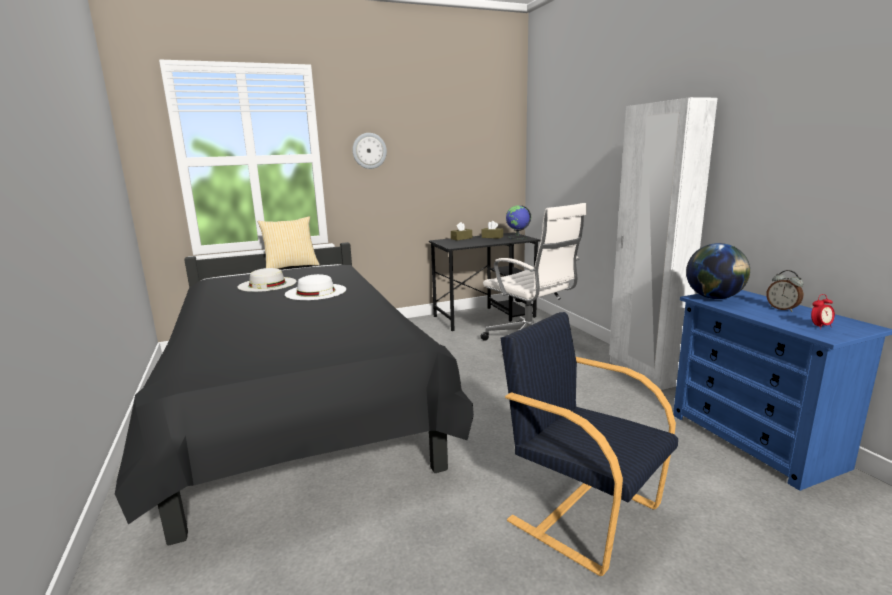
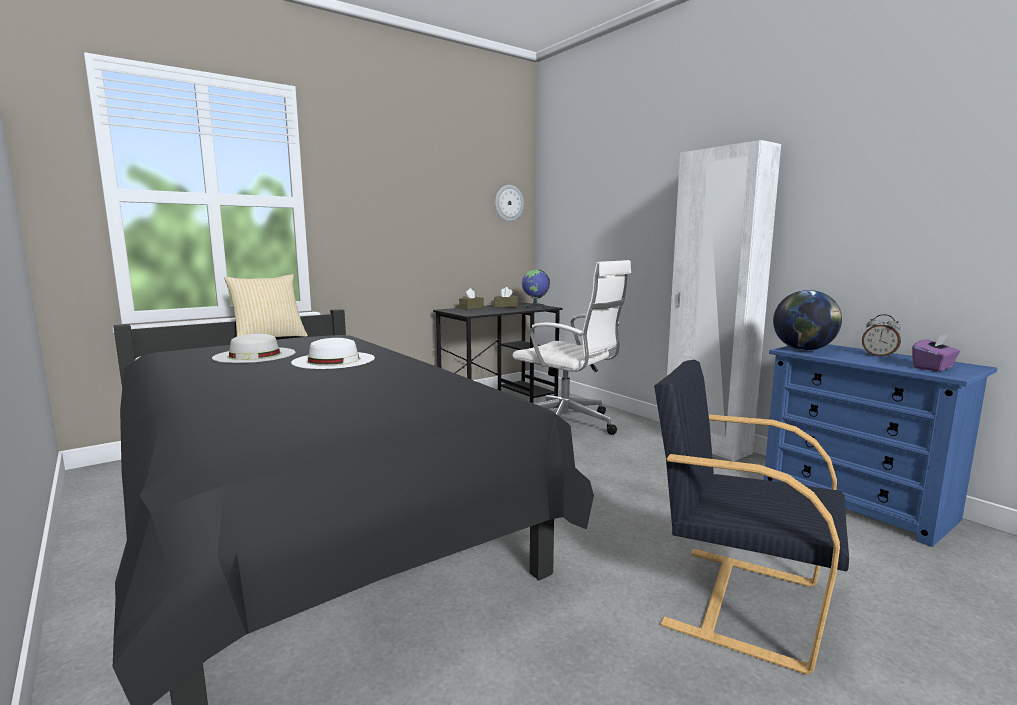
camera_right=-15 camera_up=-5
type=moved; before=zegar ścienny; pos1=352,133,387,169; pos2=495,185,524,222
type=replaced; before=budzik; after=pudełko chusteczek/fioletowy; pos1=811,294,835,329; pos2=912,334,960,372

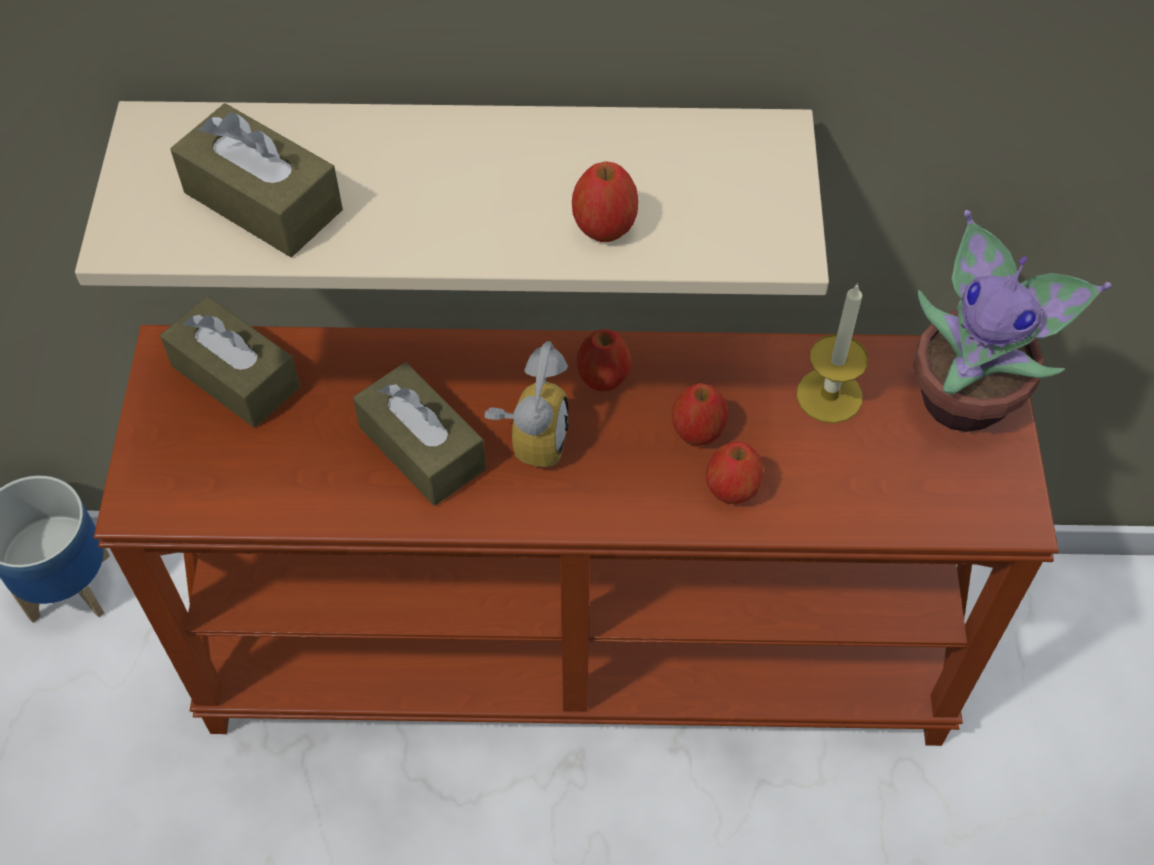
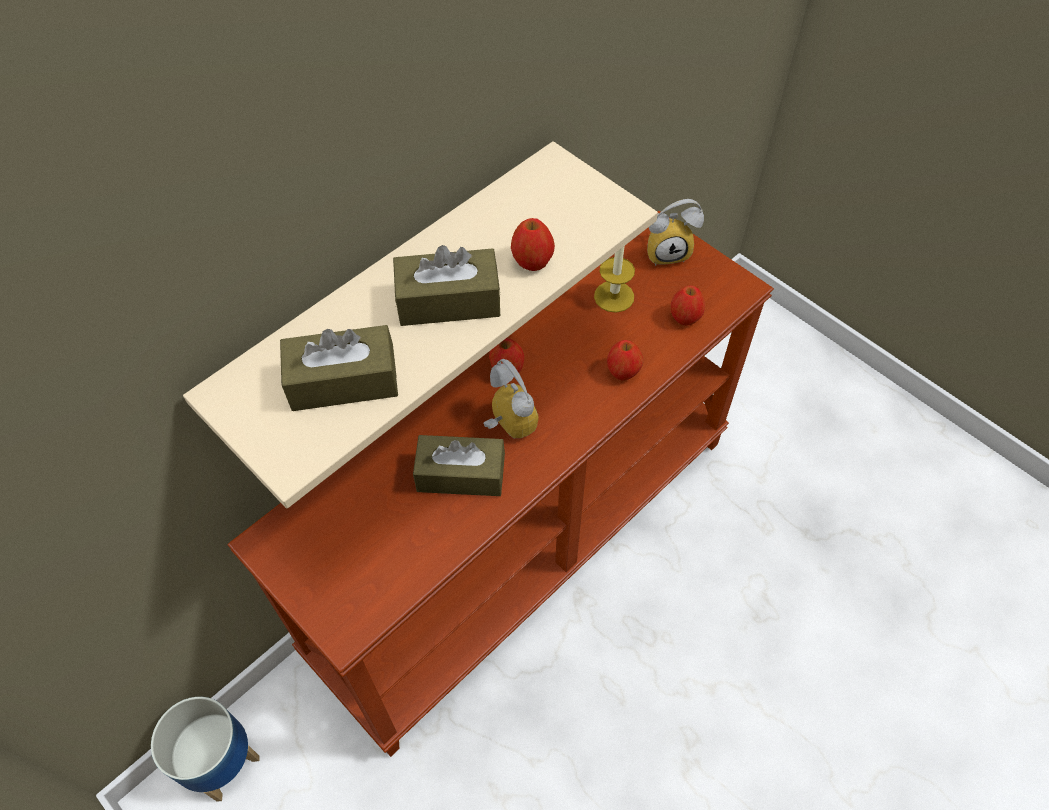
camera_right=-45 camera_up=0
type=replaced; before=roślina doniczkowa; after=budzik; pos1=913,210,1112,432; pos2=647,199,704,266
type=moved; before=pudełko chusteczek/brązowy; pos1=160,296,300,428; pos2=393,245,501,326
type=moved; before=jabłko; pos1=672,383,728,446; pos2=671,286,705,326

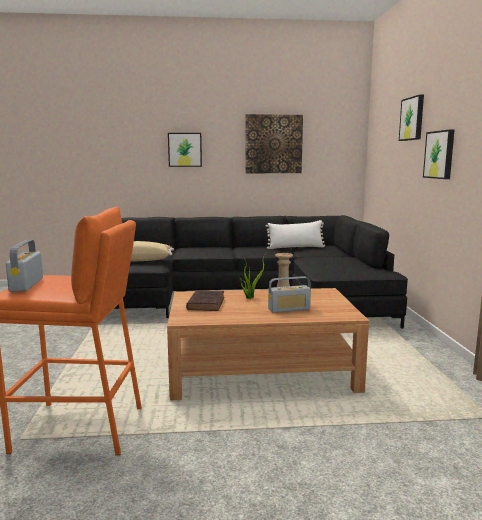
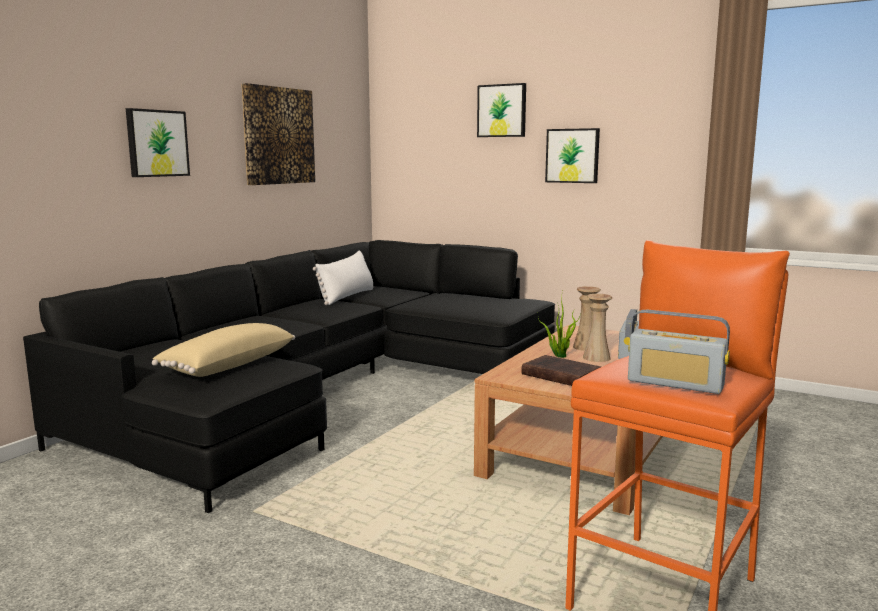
camera_right=-55 camera_up=0
type=added; after=wazon/beżowy; pos2=583,294,612,362

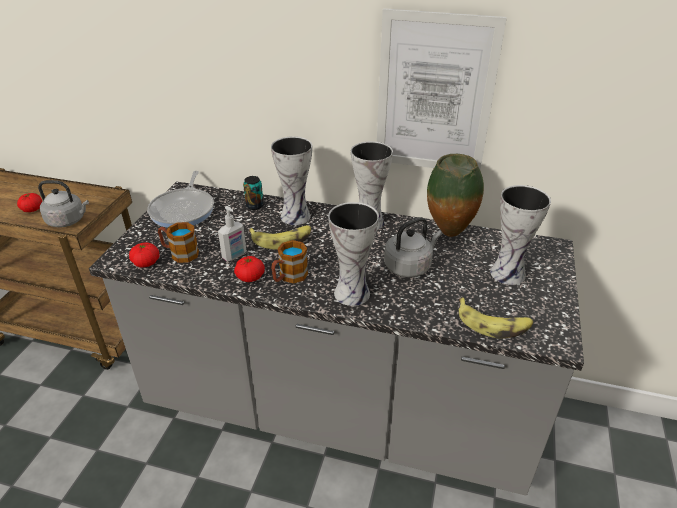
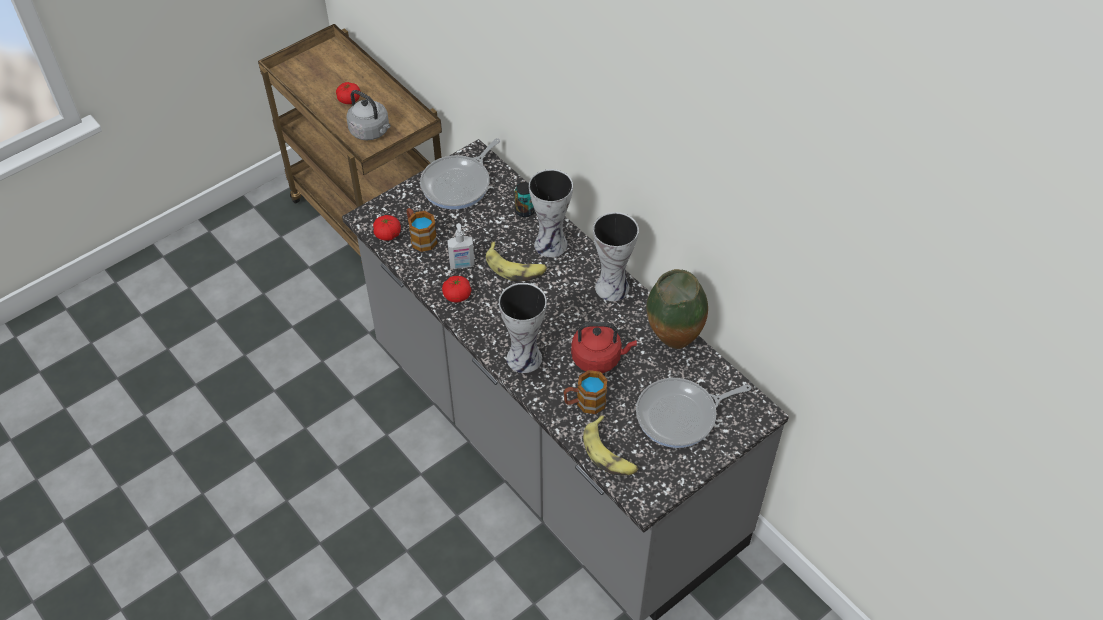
camera_right=35 camera_up=15
type=removed; before=obraz; pos1=377,8,507,170
type=replaced; before=wazon; after=patelnia; pos1=490,185,551,285; pos2=636,378,751,448
type=recoloured; before=czajnik/szary; after=czajnik/czerwony; pos1=384,217,442,277; pos2=571,322,637,373
type=moved; before=kubek; pos1=271,240,308,283; pos2=564,370,608,414

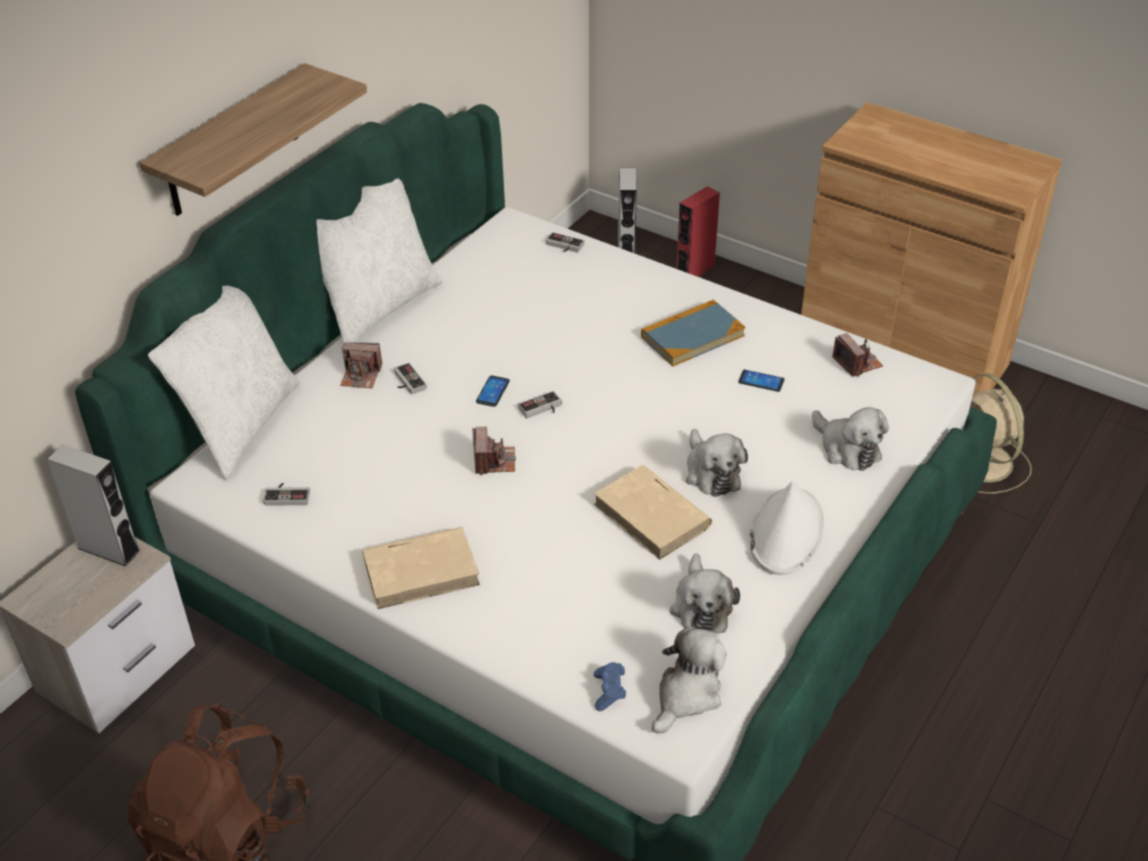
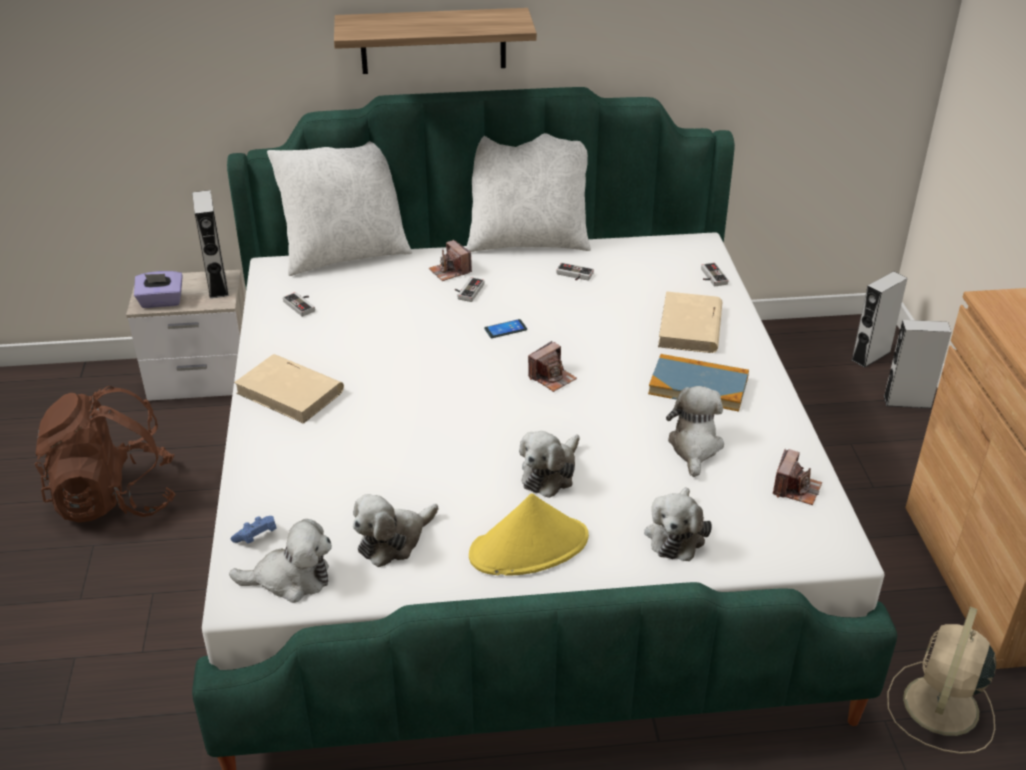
camera_right=50 camera_up=-5
type=recoloured; before=głośnik/czerwony; after=głośnik/szary; pos1=676,186,720,277; pos2=883,320,951,408
type=replaced; before=telefon; after=pluszak; pos1=738,369,785,392; pos2=666,386,724,477
type=moved; before=pad do gier; pos1=518,391,562,418; pos2=557,263,594,281
type=moved; before=aparat fotograficzny; pos1=472,427,516,475; pos2=528,341,577,392
type=moved; before=książka/beżowy; pos1=594,465,712,560; pos2=658,291,722,353
type=recoloured; before=kapelusz/biały; after=kapelusz/żółty; pos1=749,481,824,575; pos2=469,494,589,576
type=added; after=pudełko chusteczek/fioletowy; pos2=134,271,183,308

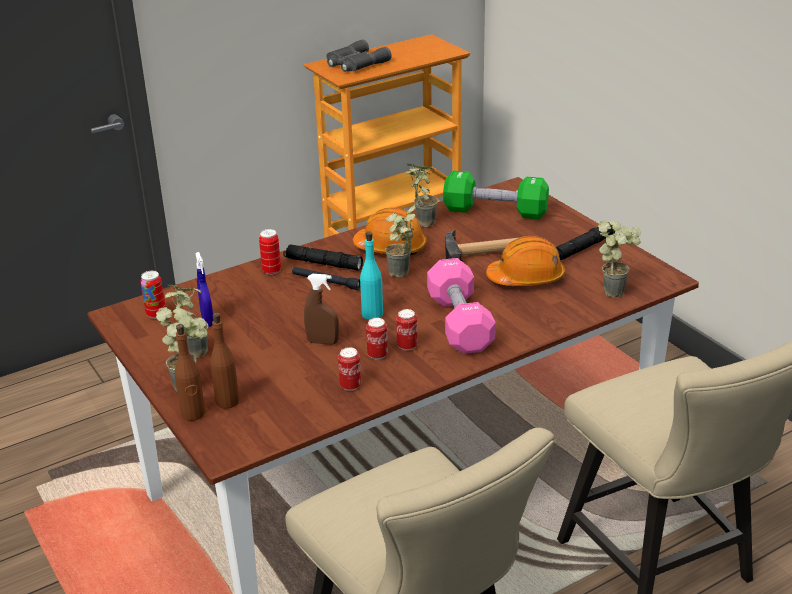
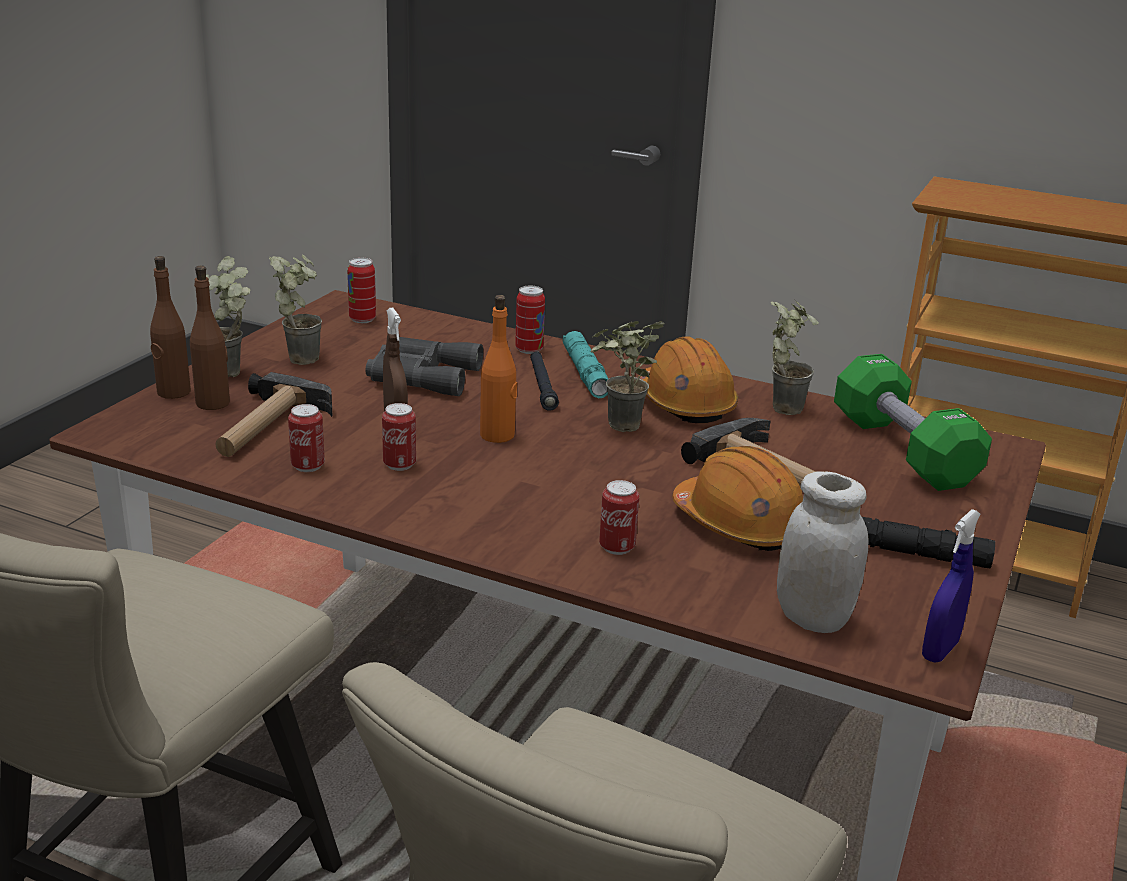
camera_right=55 camera_up=-5
type=moved; before=lornetka/szary; pos1=327,39,392,72; pos2=366,337,483,396
type=replaced; before=roślina doniczkowa; after=słoik/biały; pos1=598,220,641,298; pos2=777,471,869,633
type=recoloured; before=butelka/turkusowy; after=butelka/pomarańczowy; pos1=360,231,383,320; pos2=480,295,517,443
type=recoloured; before=latarka/czarny; after=latarka/turkusowy; pos1=283,244,363,270; pos2=563,331,608,398
type=moved; before=spryskiwacz/niebieski; pos1=195,252,214,327; pos2=922,509,981,663
type=removed; before=hantel/różowy; pos1=427,258,496,354
type=moved; before=puszka; pos1=396,309,418,351; pos2=599,480,639,555
type=added; after=młotek; pos2=216,372,332,457

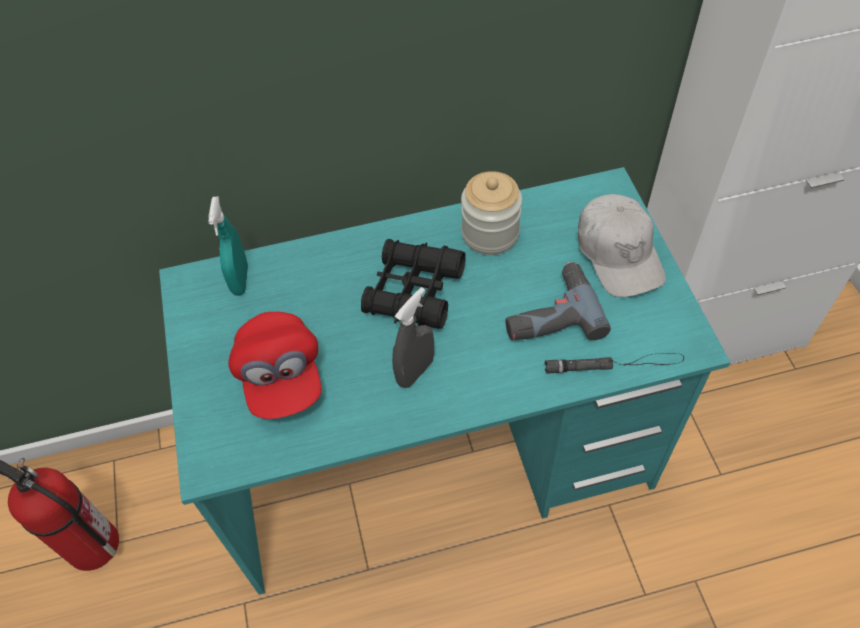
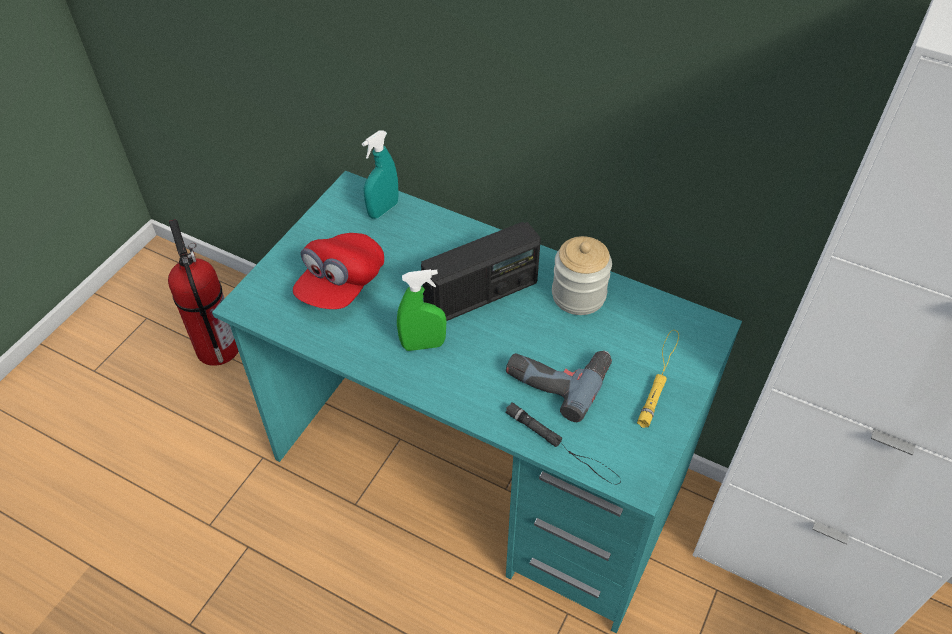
camera_right=40 camera_up=-5
type=replaced; before=czapka z daszkiem/biały; after=latarka/żółty; pos1=578,194,666,297; pos2=637,330,679,428
type=replaced; before=lornetka/czarny; after=radio; pos1=361,239,466,329; pos2=421,222,541,321
type=recoloured; before=spryskiwacz/szary; after=spryskiwacz/zielony; pos1=392,287,434,388; pos2=397,269,447,351

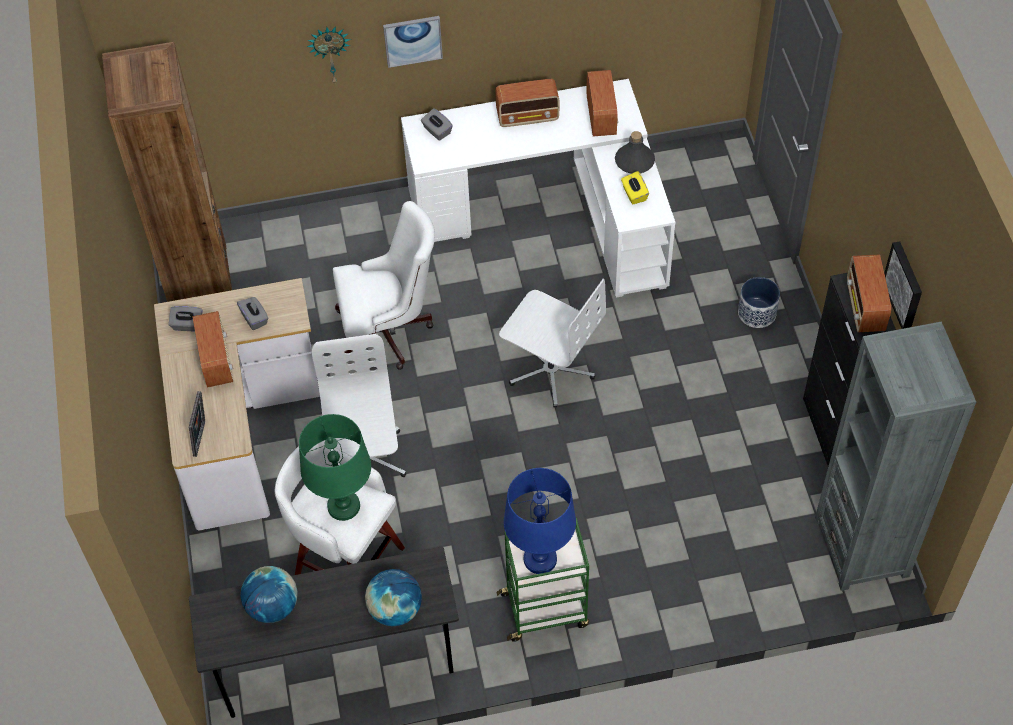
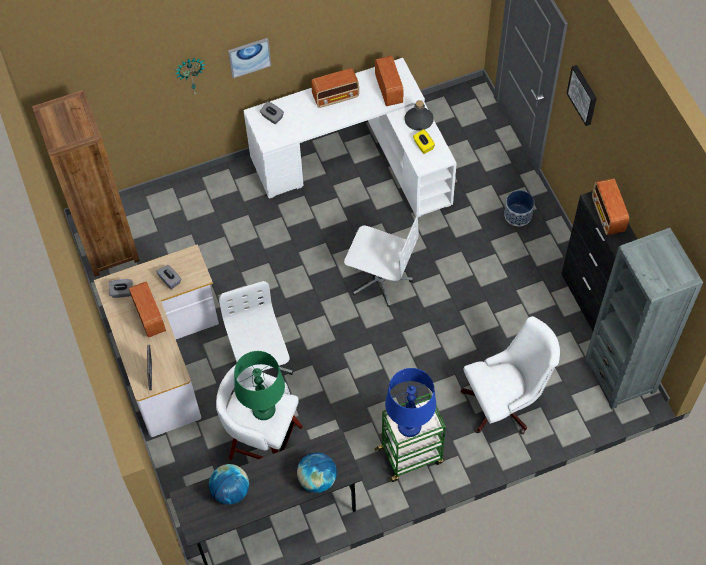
camera_right=-10 camera_up=5
type=moved; before=krzesło biurowe/biały; pos1=333,201,435,370; pos2=461,316,560,434
type=moved; before=obraz; pos1=884,241,922,329; pos2=566,65,597,126

